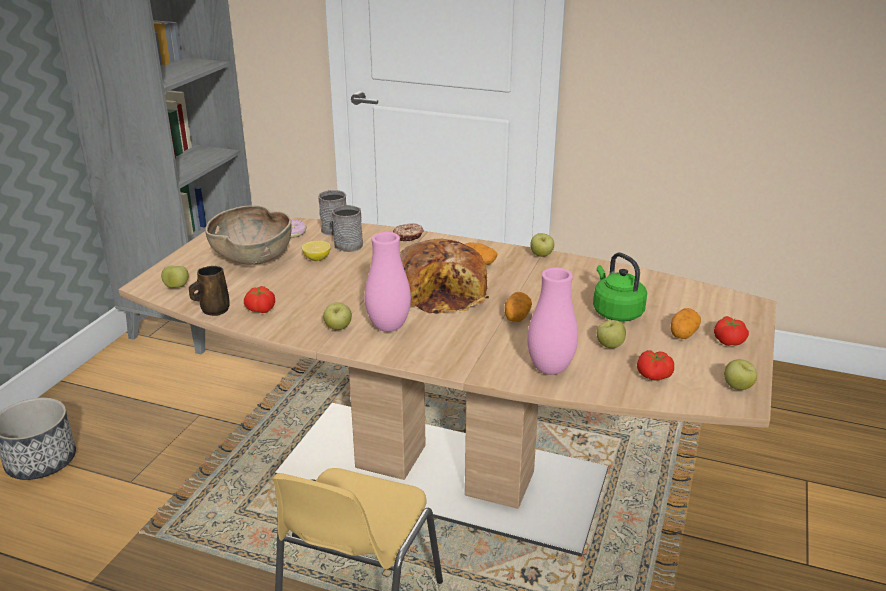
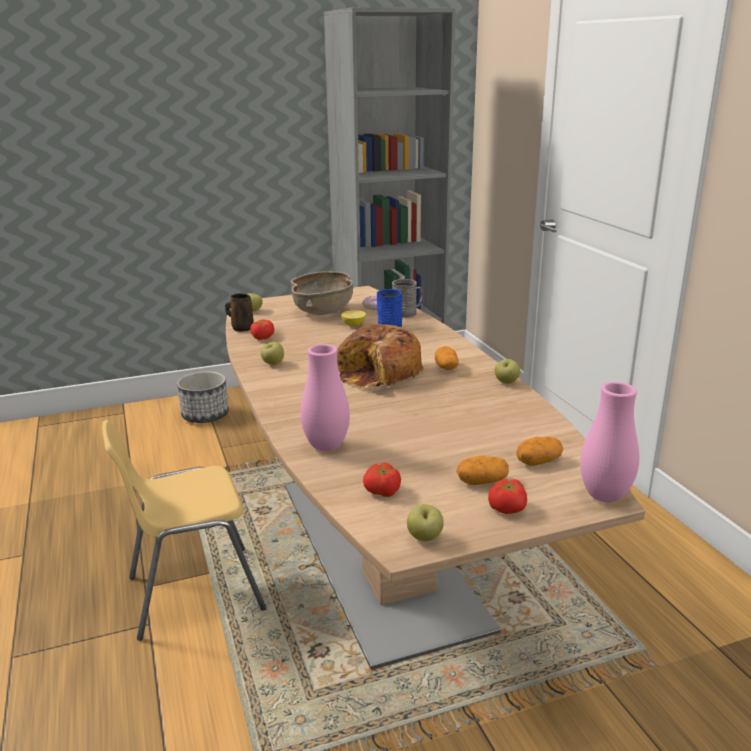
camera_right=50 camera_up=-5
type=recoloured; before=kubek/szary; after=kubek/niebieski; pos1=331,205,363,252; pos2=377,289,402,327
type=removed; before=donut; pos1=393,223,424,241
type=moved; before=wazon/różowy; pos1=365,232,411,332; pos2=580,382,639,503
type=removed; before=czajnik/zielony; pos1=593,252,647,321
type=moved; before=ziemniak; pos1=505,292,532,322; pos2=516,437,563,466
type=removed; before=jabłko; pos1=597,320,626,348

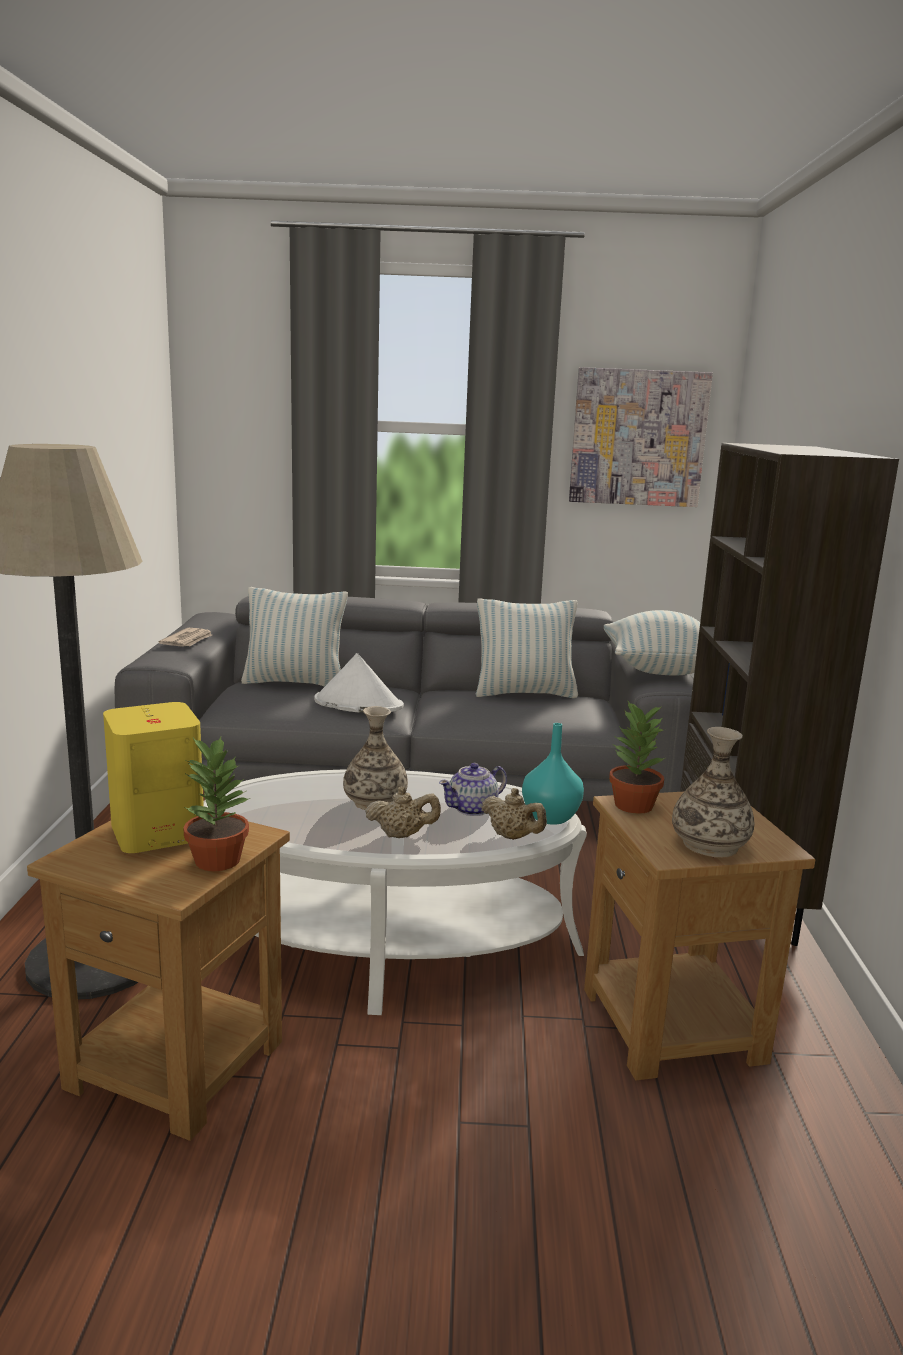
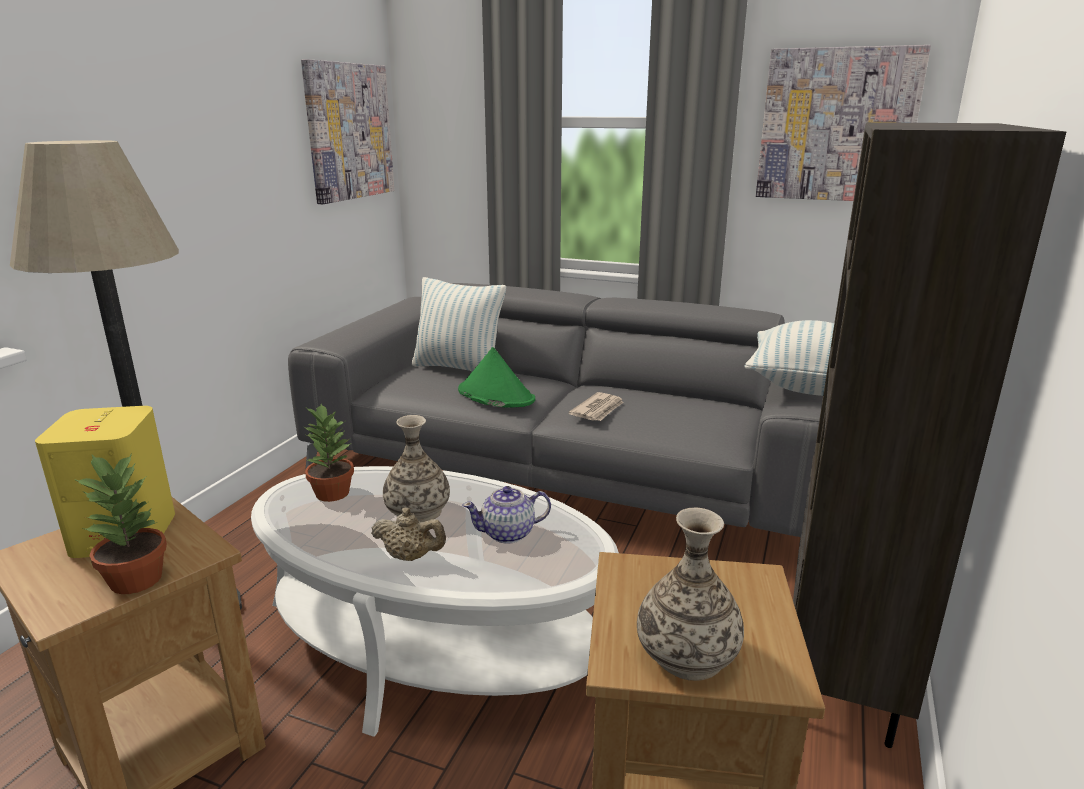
camera_right=20 camera_up=5
type=removed; before=poduszka; pos1=476,598,578,698
type=moved; before=gazeta; pos1=158,628,212,647; pos2=569,392,624,421
type=recoloured; before=kapelusz/biały; after=kapelusz/zielony; pos1=314,653,404,712; pos2=458,347,535,408
type=moved; before=roślina doniczkowa; pos1=609,701,665,814; pos2=304,404,354,502
type=removed; before=wazon/turkusowy; pos1=522,723,584,825
type=removed; before=imbryk/beżowy; pos1=481,788,547,840
type=added; after=obraz; pos2=301,59,394,204

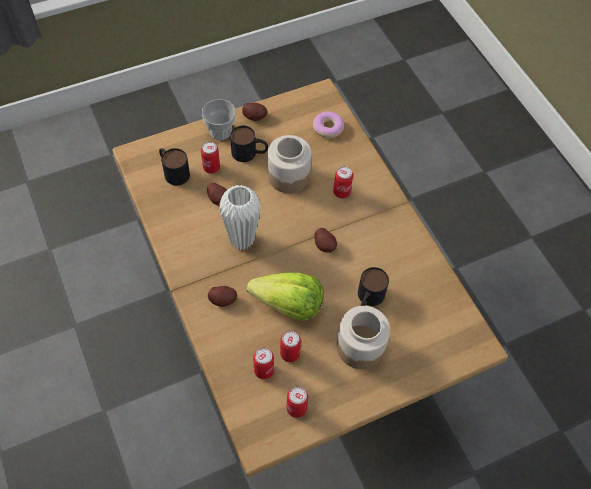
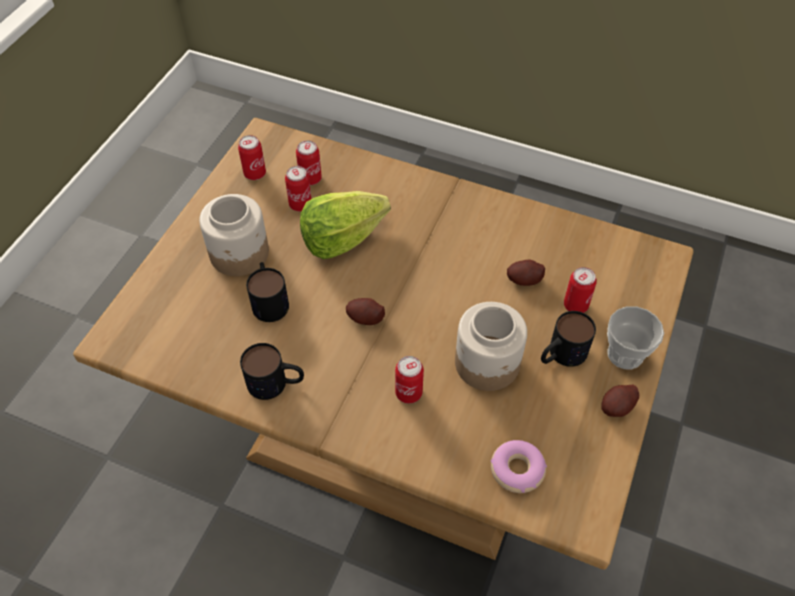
camera_right=140 camera_up=-5
type=moved; before=kubek; pos1=159,148,190,186; pos2=240,343,304,400
type=removed; before=wazon/biały; pos1=219,185,261,250
type=removed; before=ziemniak; pos1=208,286,237,307

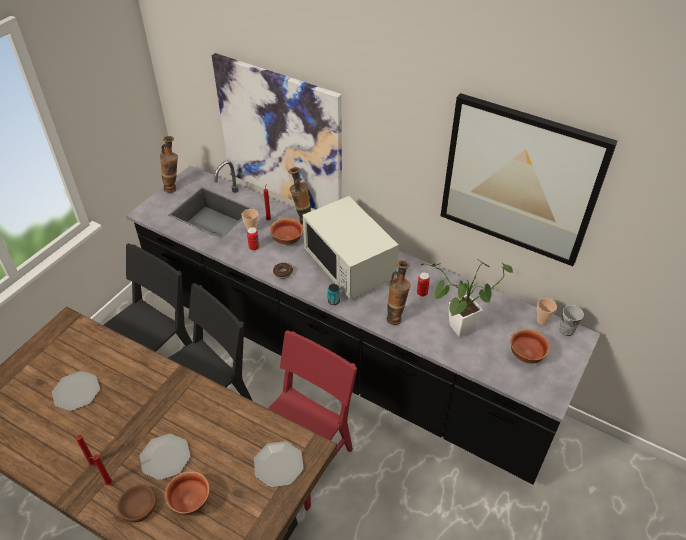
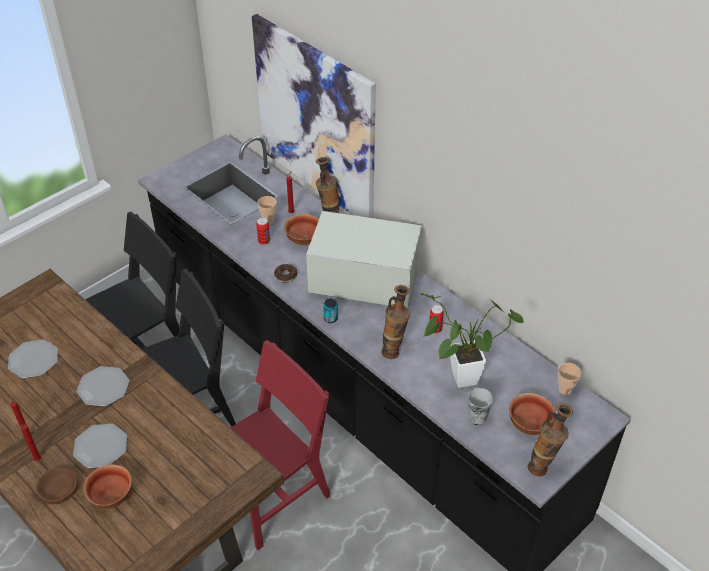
camera_right=15 camera_up=0
type=removed; before=obraz; pos1=441,93,617,266
type=moved; before=wazon; pos1=160,136,178,193; pos2=528,403,573,476
type=turned; before=mikrofalówka/biały; pos1=303,196,399,300; pos2=306,211,422,308; turn=120
type=moved; before=filiżanka; pos1=559,305,584,336; pos2=468,388,493,425
type=moved; before=talerz; pos1=254,441,304,487; pos2=76,366,130,407

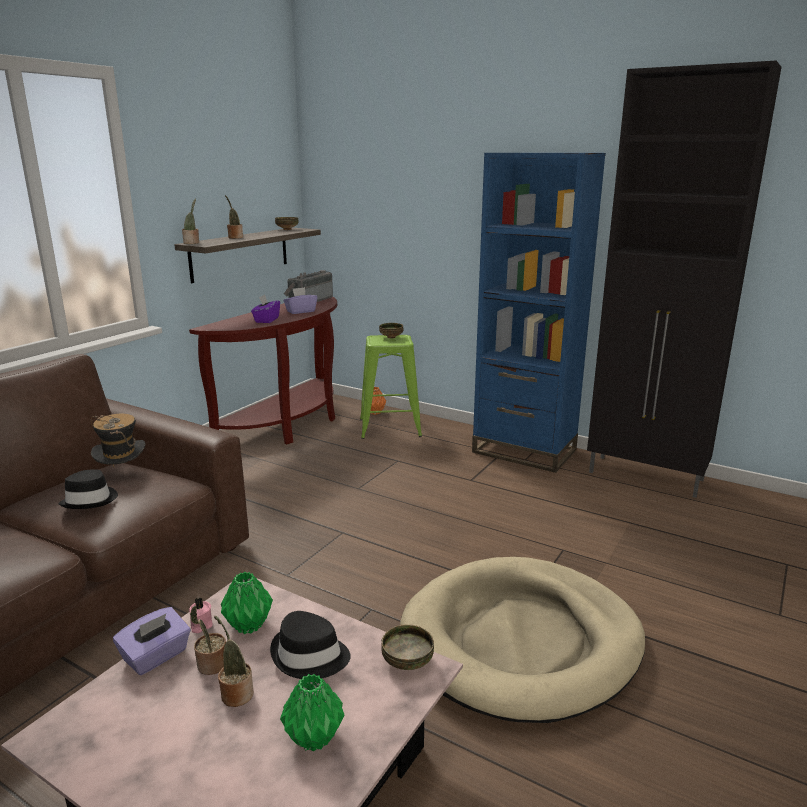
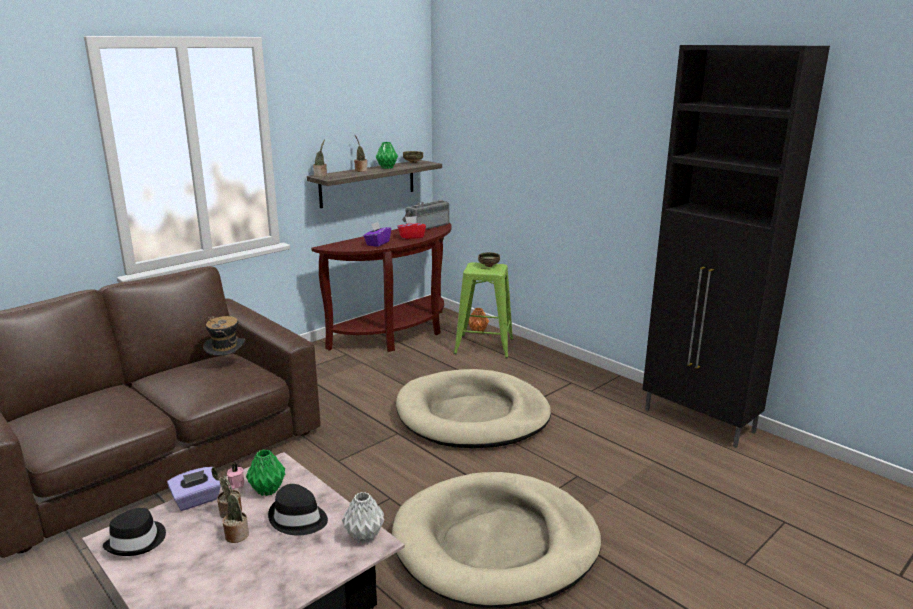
camera_right=15 camera_up=0
type=removed; before=regał/niebieski; pos1=472,153,606,473
type=recoloured; before=pudełko chusteczek/fioletowy; after=pudełko chusteczek/czerwony; pos1=283,287,318,314; pos2=397,216,426,239
type=moved; before=kapelusz/czarny; pos1=58,469,118,509; pos2=103,508,166,556
type=replaced; before=miska; after=wazon/szary; pos1=381,624,434,670; pos2=342,492,384,543
type=moved; before=wazon/zielony; pos1=280,674,344,752; pos2=376,142,398,169
type=added; after=legowisko/beżowy; pos2=396,369,551,448

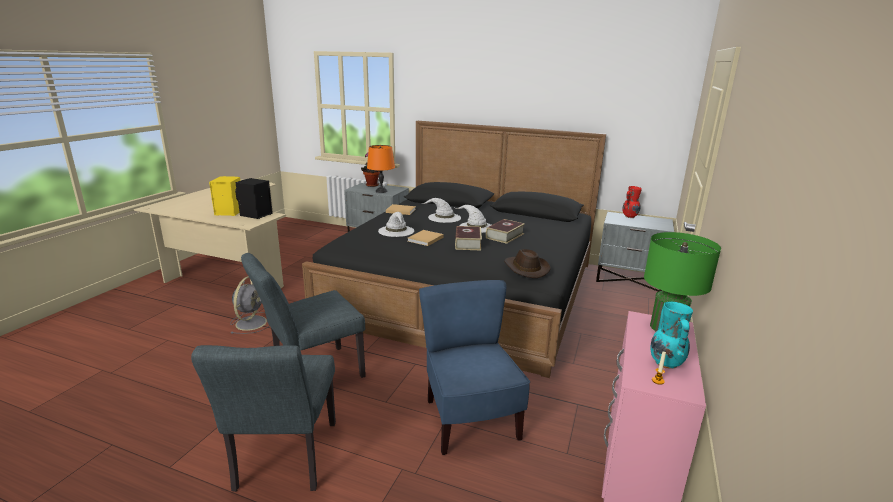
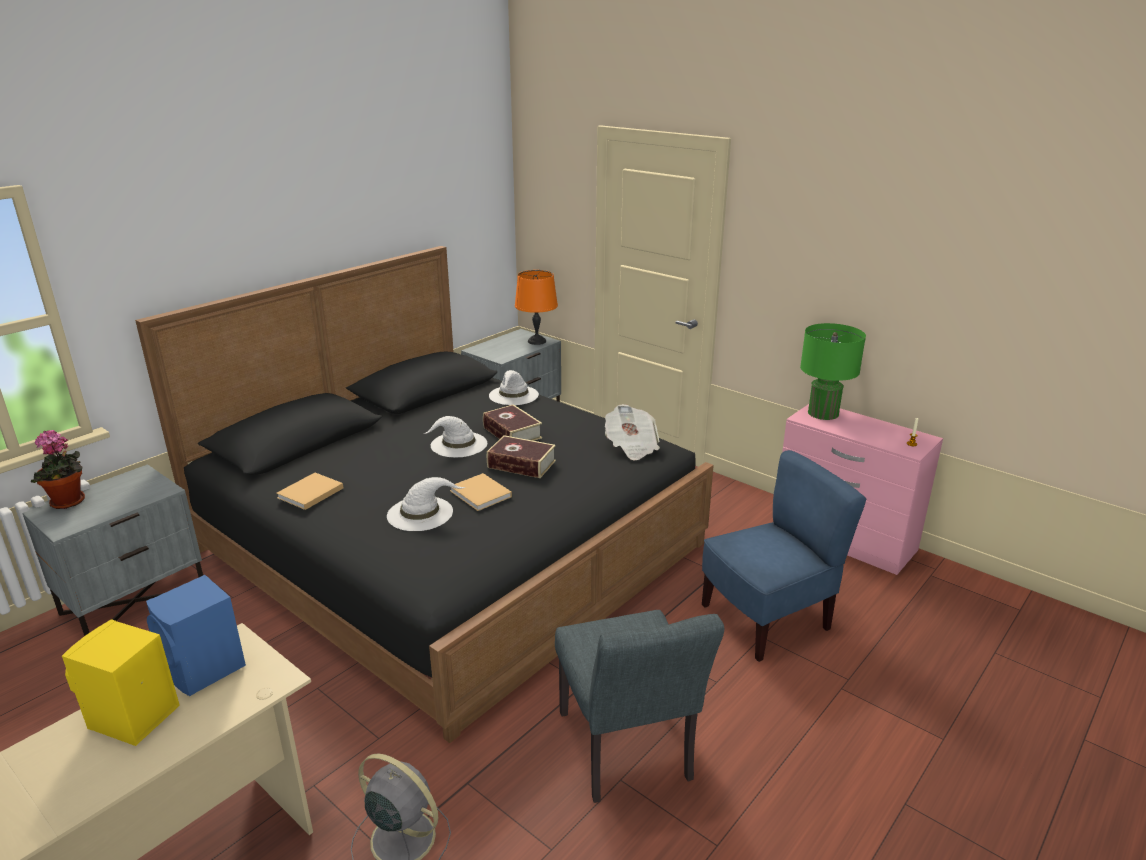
camera_right=-70 camera_up=5
type=moved; before=lampa stołowa/pomarańczowy; pos1=367,145,395,193; pos2=515,270,558,345
type=recoloured; before=głośnik/czarny; after=głośnik/niebieski; pos1=235,178,273,219; pos2=146,575,246,696
type=removed; before=wazon/czerwony; pos1=622,186,642,218
type=moved; before=kapelusz/biały; pos1=422,198,461,223; pos2=489,370,539,405
type=replaced; before=kapelusz/brązowy; after=gazeta; pos1=504,249,551,278; pos2=605,404,660,461
type=turned; before=krzesło/niebieski; pos1=419,280,530,455; pos2=702,450,866,662; turn=150
type=removed; before=wazon/turkusowy; pos1=650,302,693,369
type=removed; before=krzesło/szary; pos1=191,345,336,492

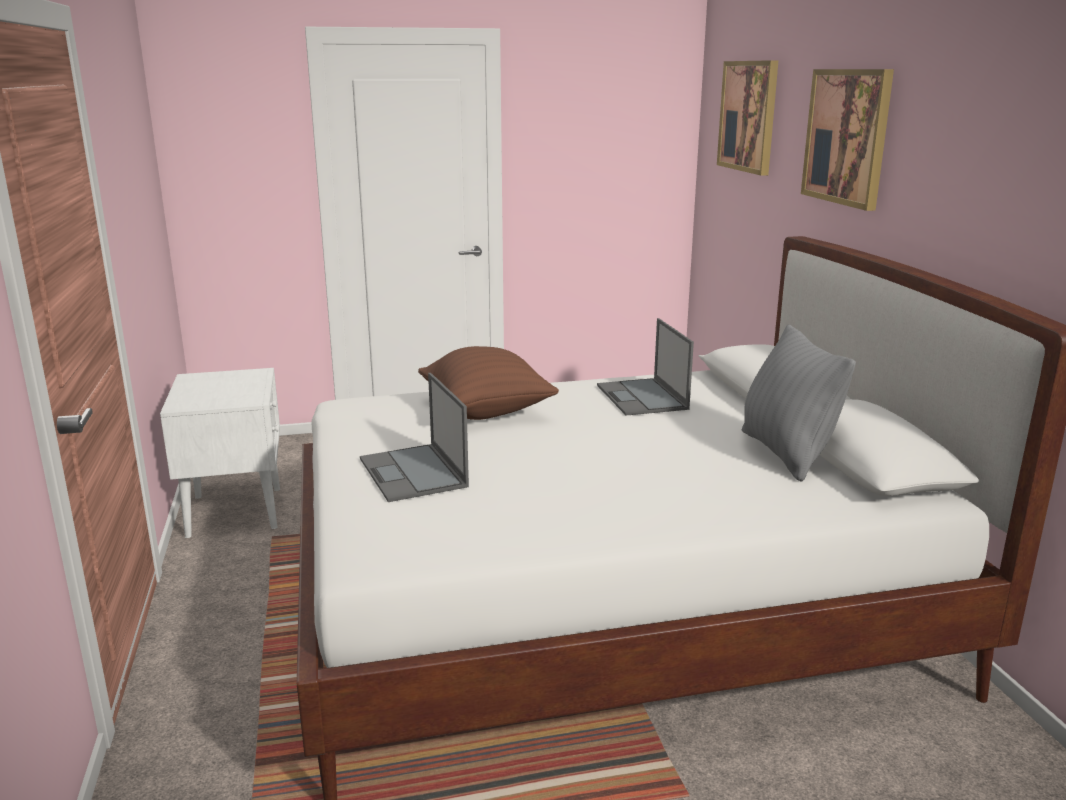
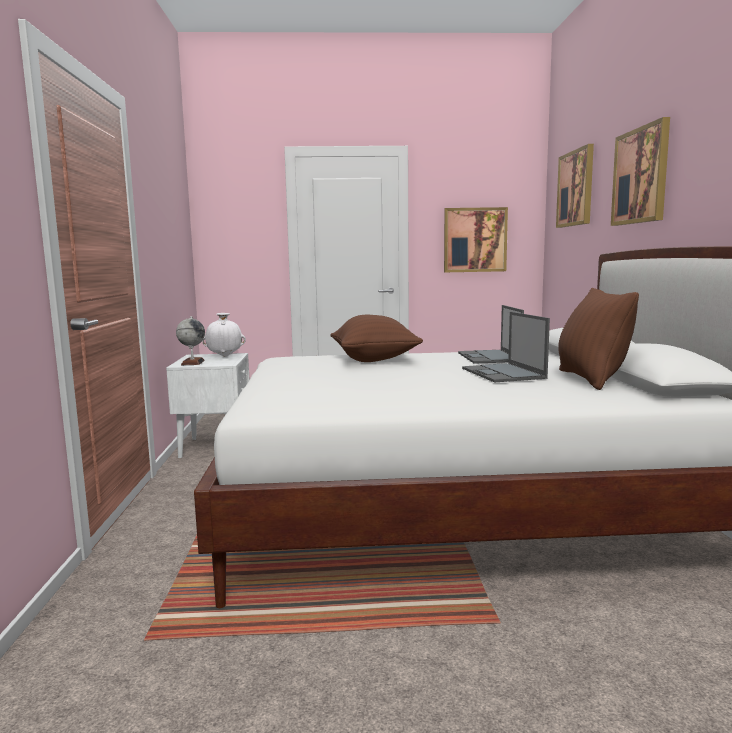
camera_right=10 camera_up=-10
type=recoloured; before=poduszka/szary; after=poduszka/brązowy; pos1=742,324,856,482; pos2=558,288,639,390
type=moved; before=laptop; pos1=360,373,469,502; pos2=462,312,550,383
type=added; after=obraz; pos2=444,207,508,272
type=added; after=wazon/biały; pos2=202,313,246,357
type=added; after=globus; pos2=176,316,205,365

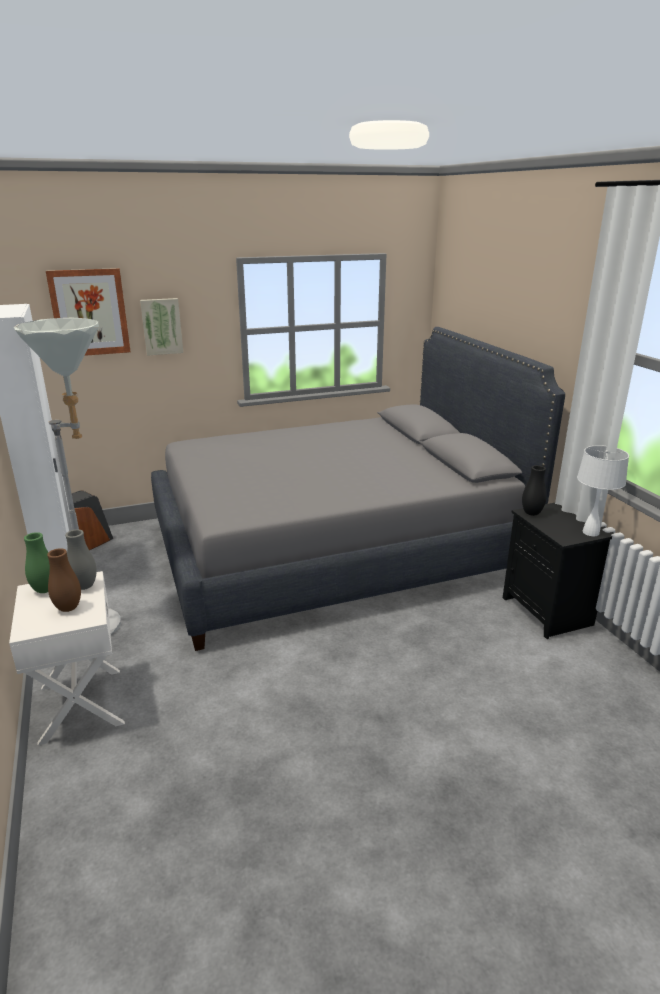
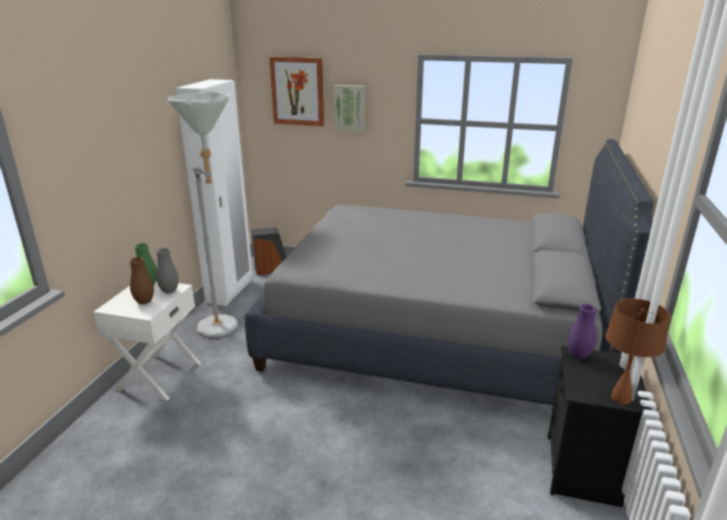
camera_right=35 camera_up=0
type=recoloured; before=lampa stołowa/biały; after=lampa stołowa/brązowy; pos1=577,445,629,536; pos2=605,298,671,405
type=recoloured; before=wazon/czarny; after=wazon/fioletowy; pos1=522,465,546,516; pos2=568,304,597,359

